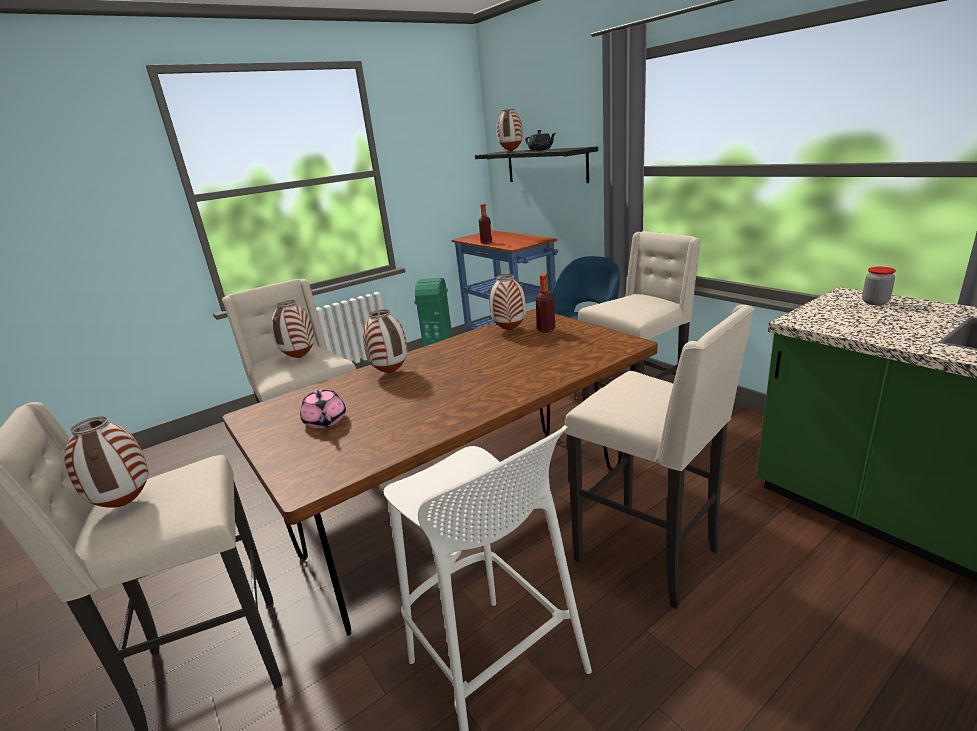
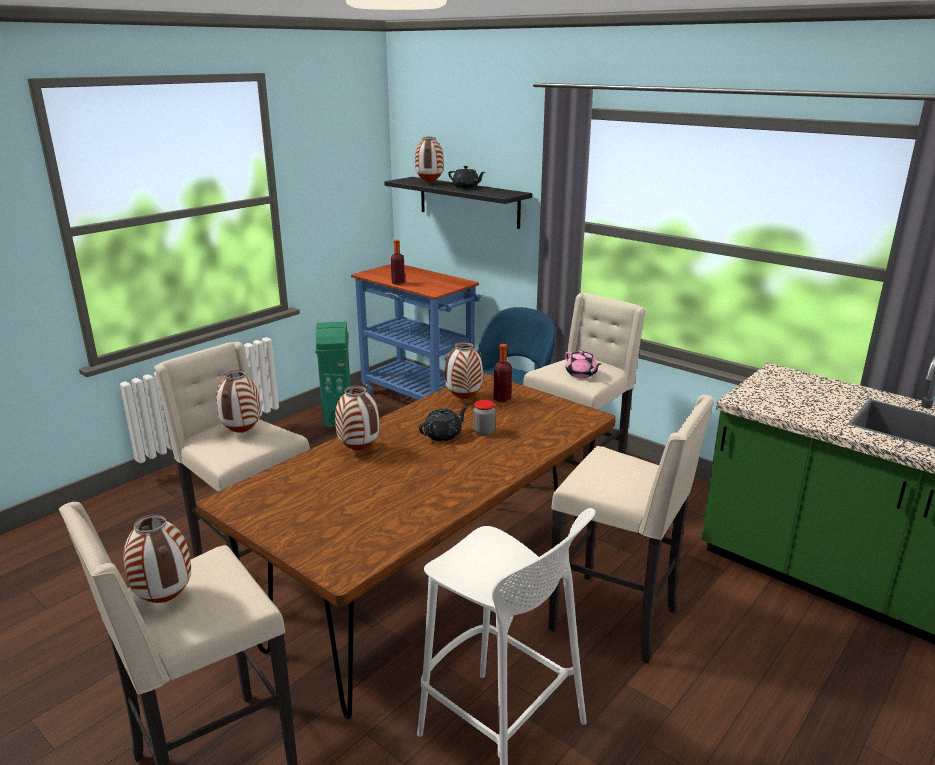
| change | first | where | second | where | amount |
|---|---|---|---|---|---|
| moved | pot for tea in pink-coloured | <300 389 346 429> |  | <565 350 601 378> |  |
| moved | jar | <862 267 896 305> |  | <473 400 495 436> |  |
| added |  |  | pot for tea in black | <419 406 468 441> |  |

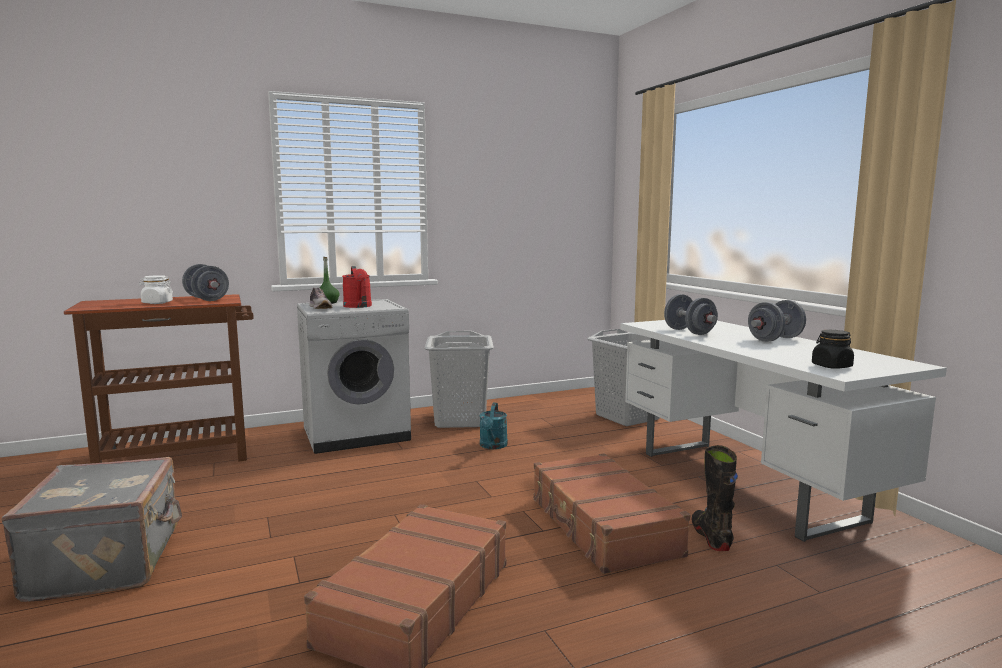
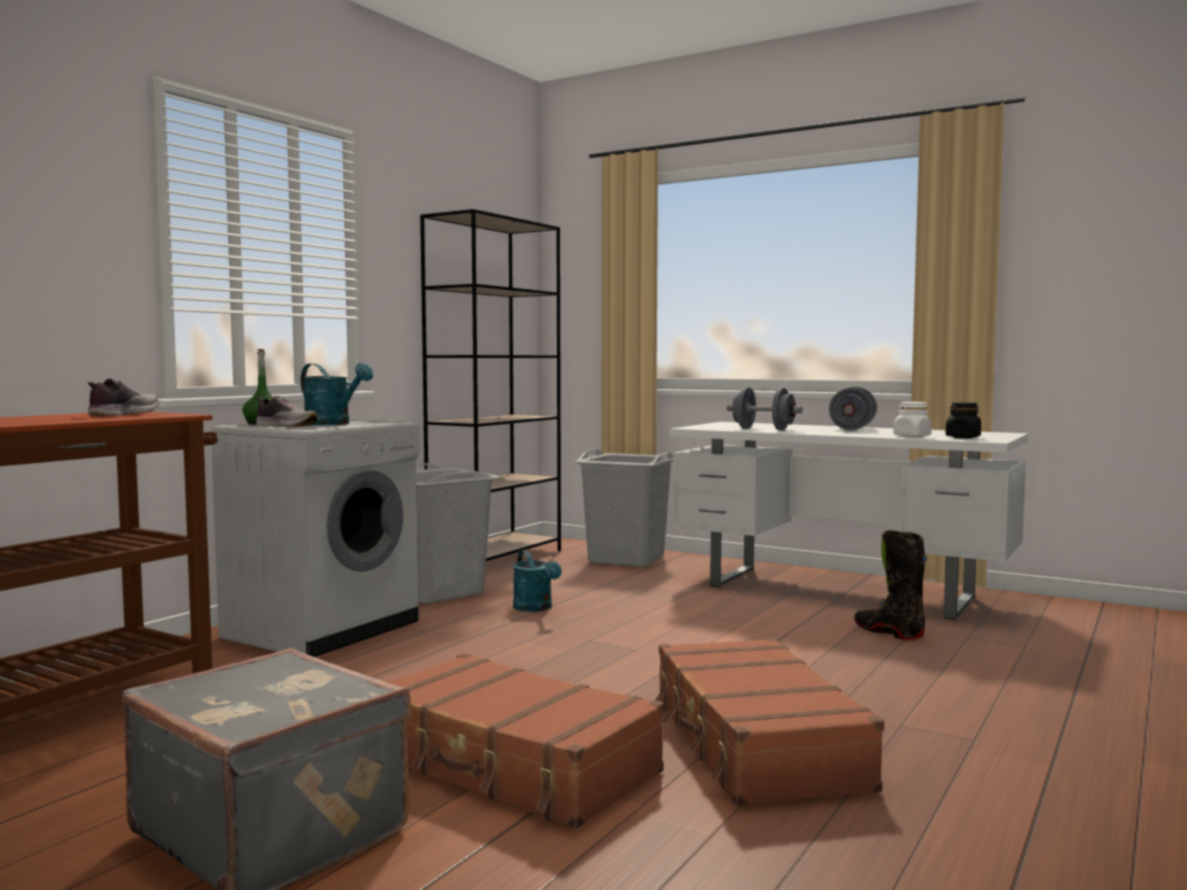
| change | first | where | second | where | amount |
|---|---|---|---|---|---|
| moved | jar in white | <139 275 173 304> |  | <893 402 932 438> |  |
| replaced | dumbbell in gray | <182 264 229 301> | low shoe | <88 379 159 416> |  |
| recoloured | sprinkling can in red-coloured | <342 266 372 308> | sprinkling can in turquoise | <301 363 373 426> |  |
| moved | piece of luggage in brown-coloured | <533 453 690 574> |  | <388 653 664 829> |  |
| added |  |  | bookshelf in beige-coloured | <420 209 561 561> |  |

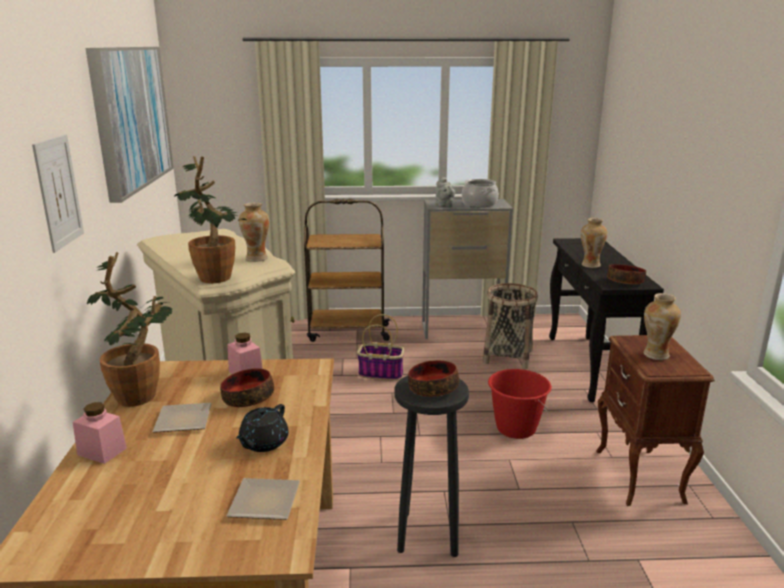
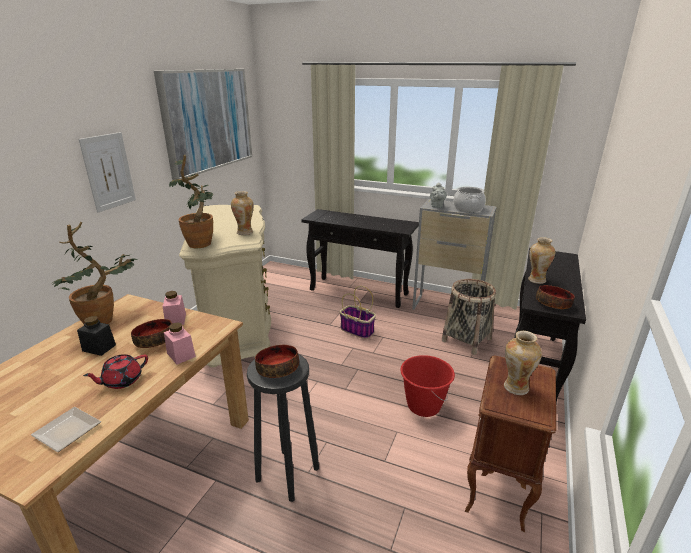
| change | first | where | second | where | amount |
|---|---|---|---|---|---|
| moved | jar in pink-coloured | <73 402 127 464> |  | <164 322 196 365> |  |
| replaced | flat dish | <153 403 211 433> | jar in black | <77 316 116 356> |  |
| recoloured | pot for tea in black | <236 404 289 452> | pot for tea in red-coloured | <83 354 148 389> |  |
| replaced | cart in brown-coloured | <304 199 391 342> | narrow table in black | <301 209 419 308> |  |

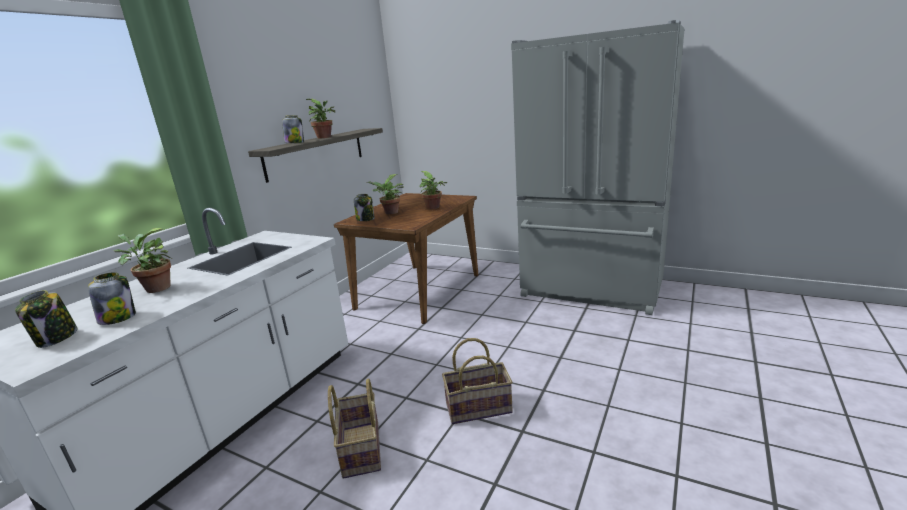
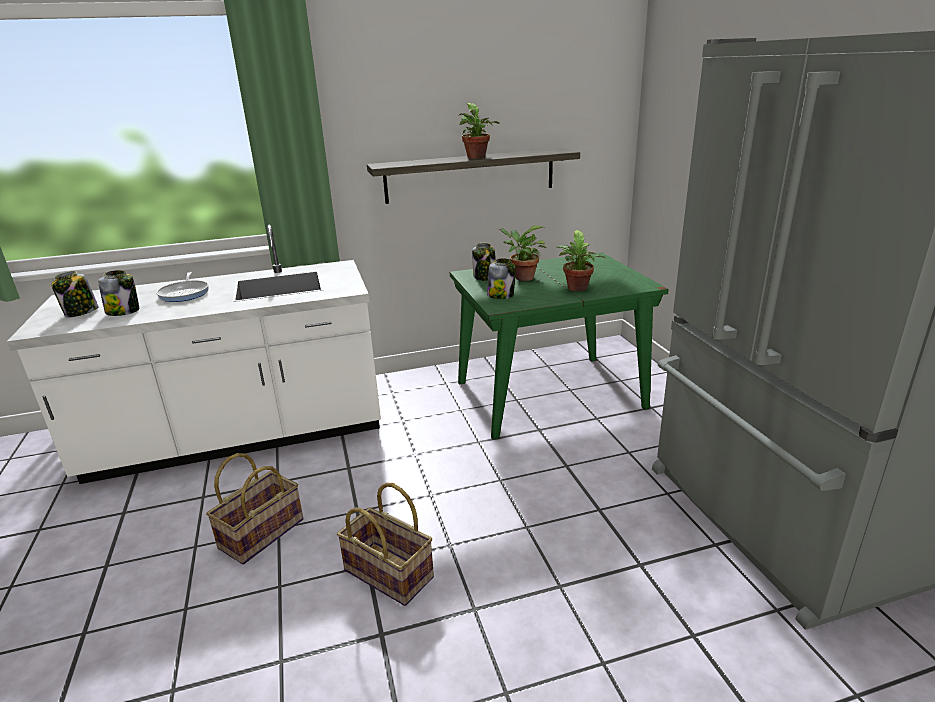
| change | first | where | second | where | amount |
|---|---|---|---|---|---|
| replaced | houseplant | <113 228 172 293> | pan | <156 272 209 302> |  |
| moved | jar | <282 115 304 143> |  | <487 258 516 299> |  |
| recoloured | kitchen table in brown-coloured | <334 193 478 324> | kitchen table in green | <450 252 669 439> |  |

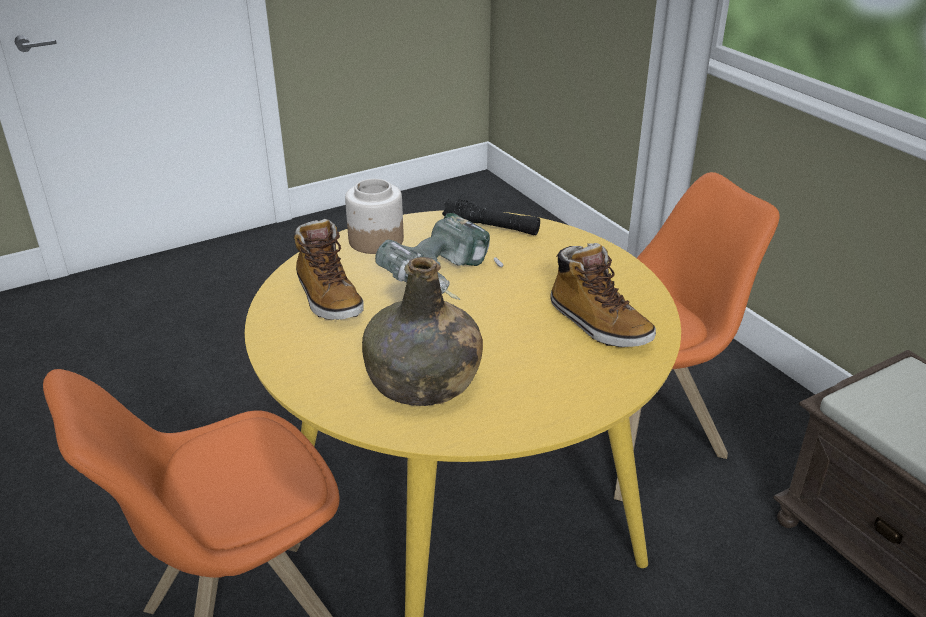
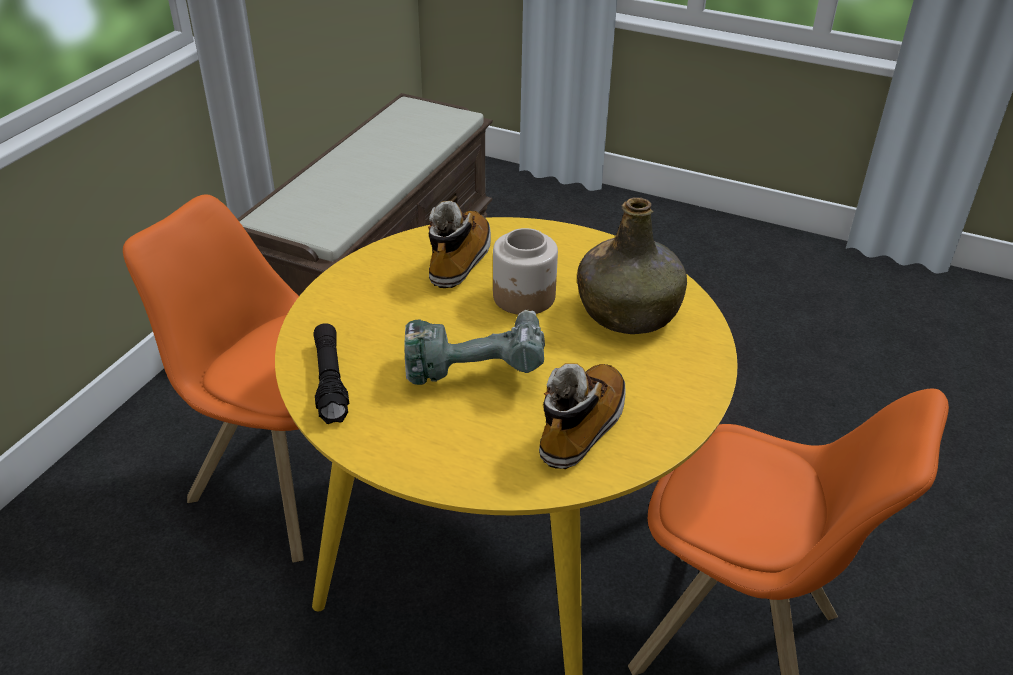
| change | first | where | second | where | amount |
|---|---|---|---|---|---|
| moved | jar | <345 179 404 254> |  | <493 228 558 315> |  |

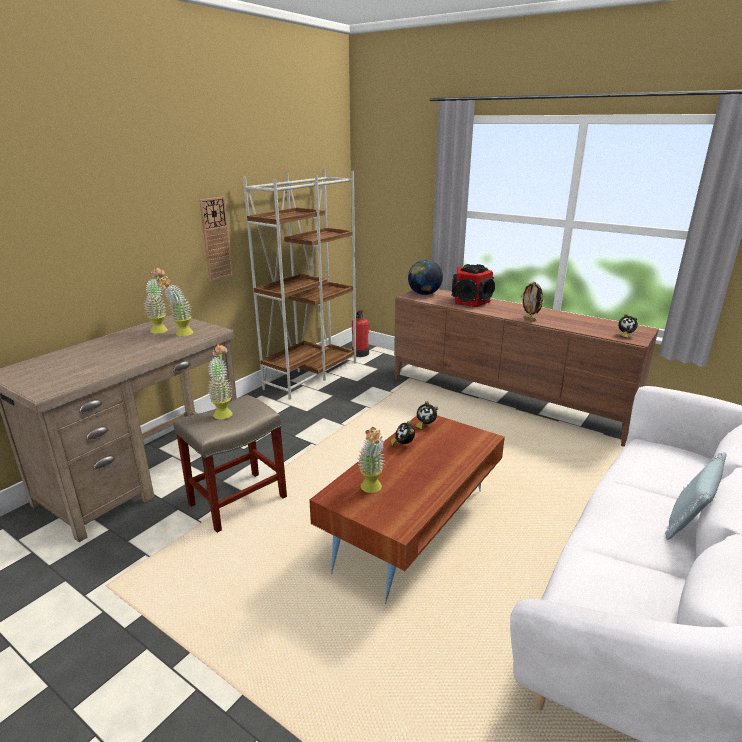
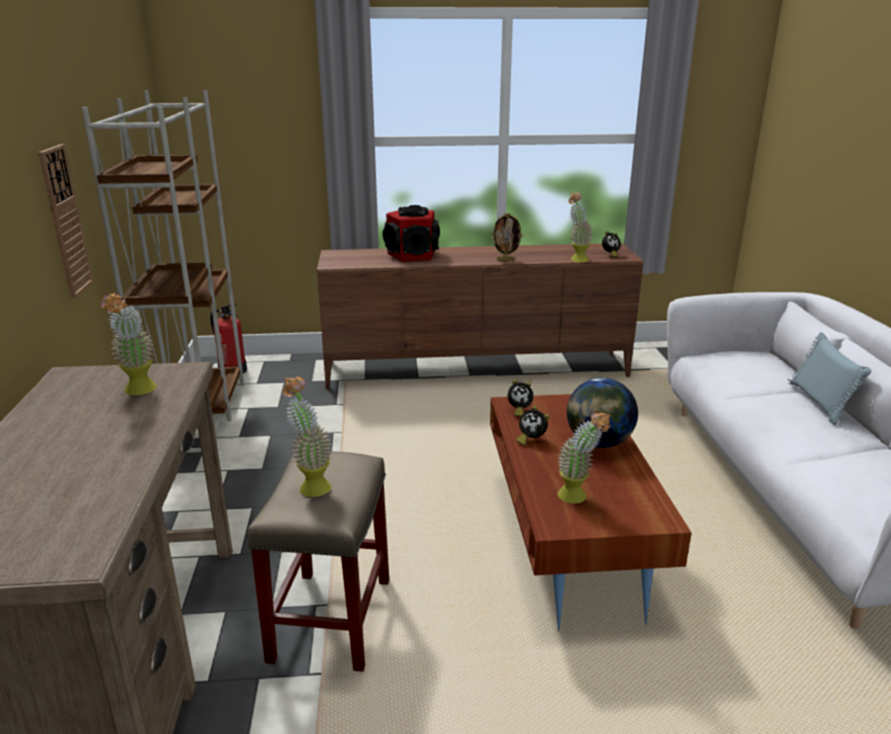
| change | first | where | second | where | amount |
|---|---|---|---|---|---|
| moved | houseplant | <144 268 168 333> |  | <569 193 593 262> |  |
| moved | world globe | <408 260 443 295> |  | <567 378 638 448> |  |

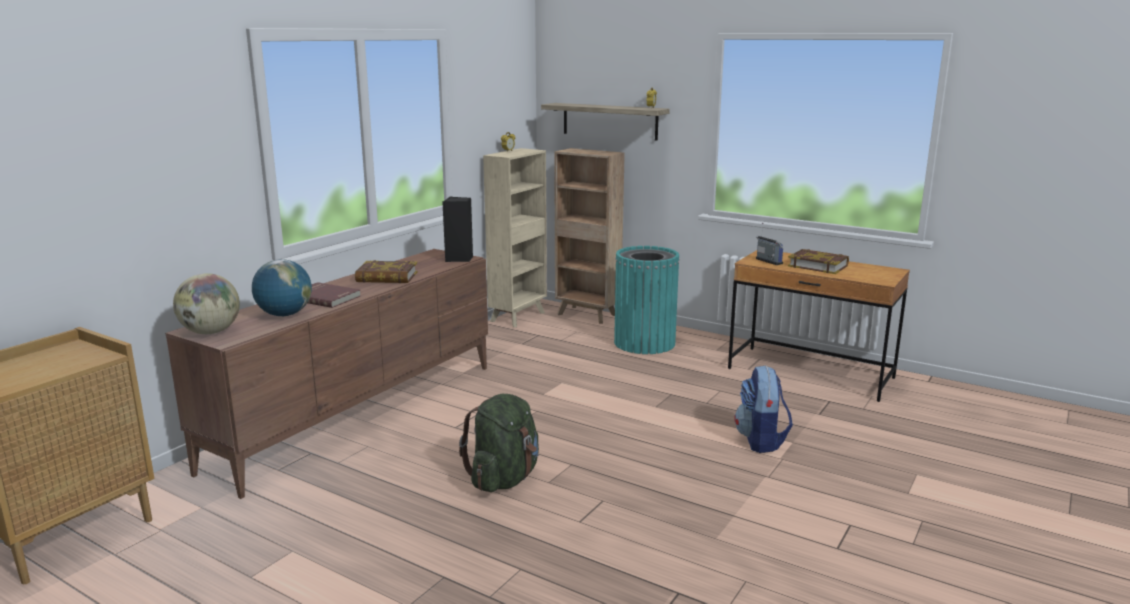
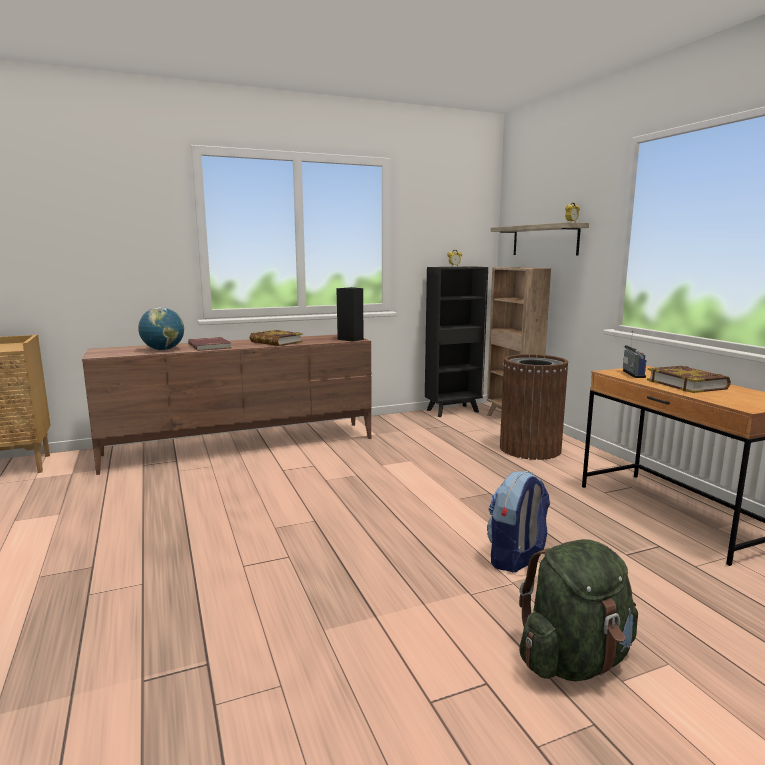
| change | first | where | second | where | amount |
|---|---|---|---|---|---|
| removed | world globe | <173 273 240 334> |  |  |  |
| moved | rucksack in green | <459 394 539 492> |  | <519 539 638 681> |  |
| recoloured | bookshelf in beige-coloured | <483 148 547 327> | bookshelf in black | <425 266 488 417> |  |
| recoloured | rubbish bin in turquoise | <614 246 680 354> | rubbish bin in brown-coloured | <500 354 568 460> |  |

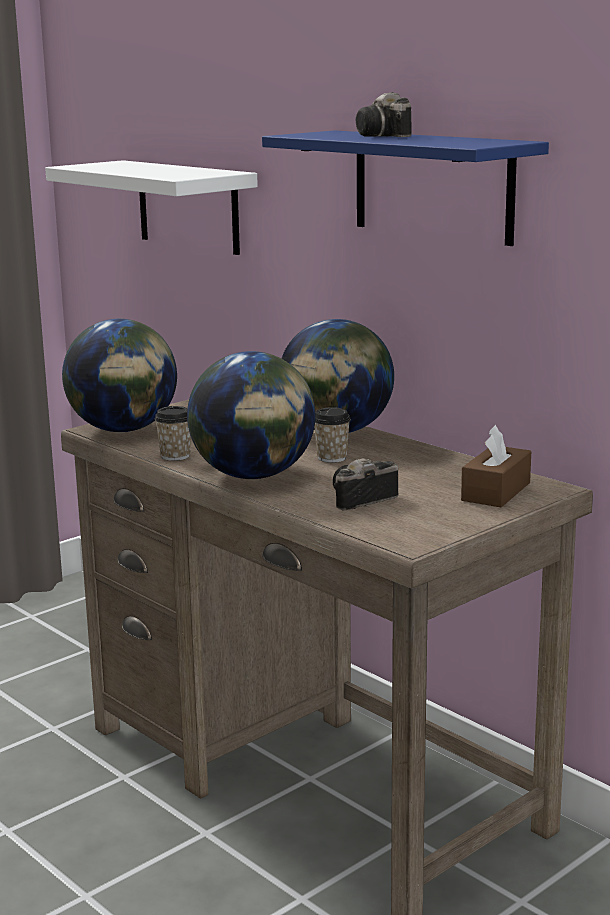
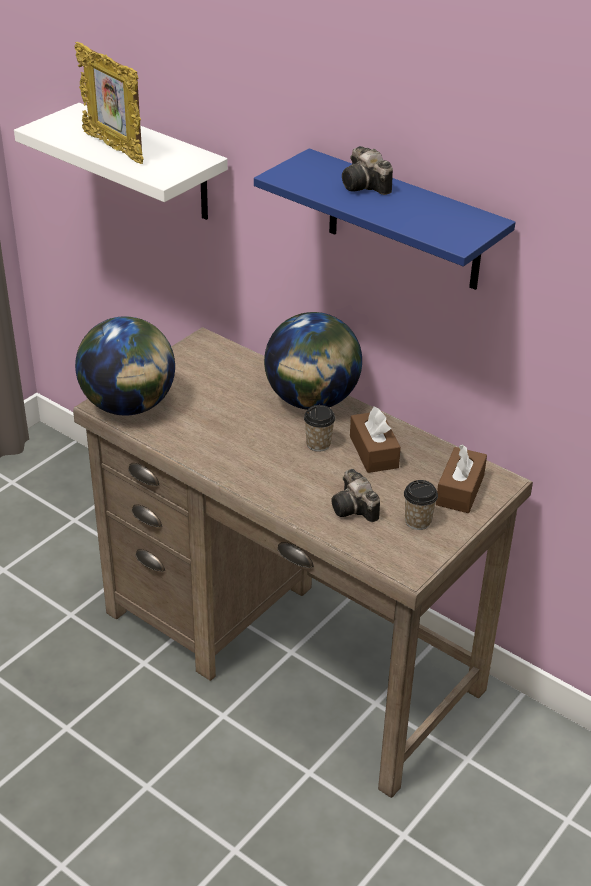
| change | first | where | second | where | amount |
|---|---|---|---|---|---|
| moved | small cup | <155 406 191 461> |  | <404 480 438 530> |  |
| removed | world globe | <187 351 316 479> |  |  |  |
| turned | still camera | <333 459 398 510> |  | <331 469 380 522> | 75 degrees counterclockwise |
| added |  |  | photo frame | <75 42 143 164> |  |
| added |  |  | tissue holder in brown-coloured | <350 407 401 473> |  |

